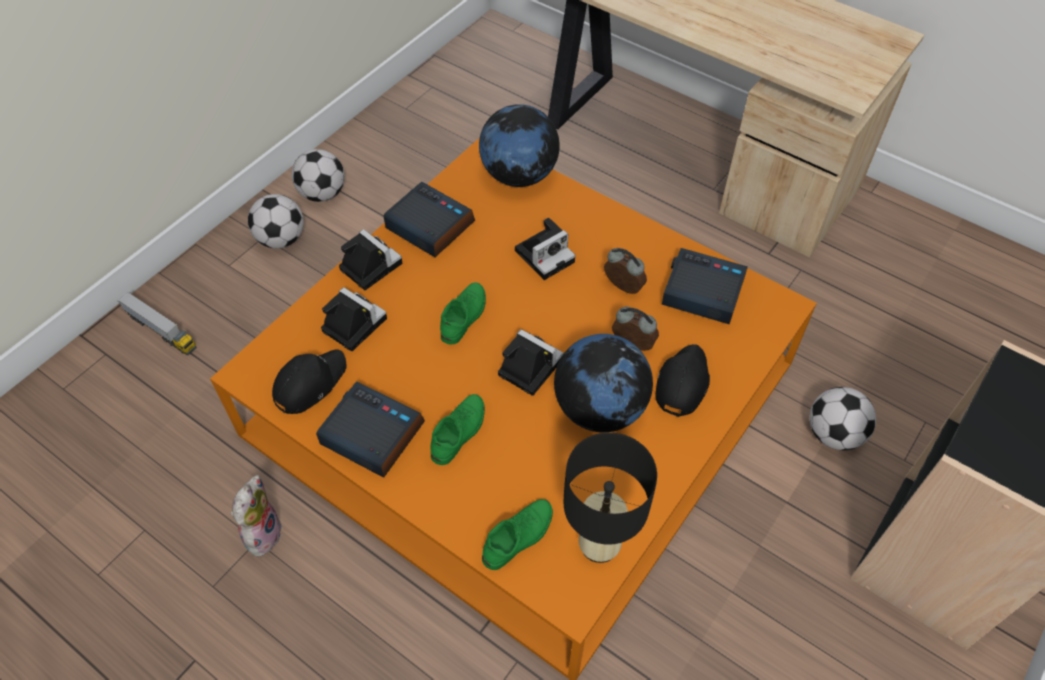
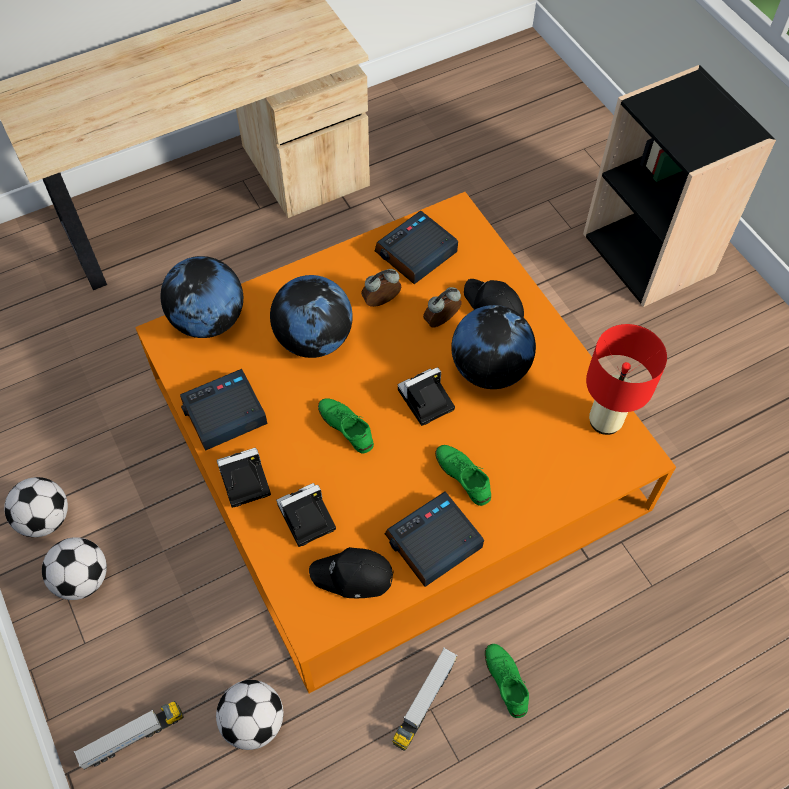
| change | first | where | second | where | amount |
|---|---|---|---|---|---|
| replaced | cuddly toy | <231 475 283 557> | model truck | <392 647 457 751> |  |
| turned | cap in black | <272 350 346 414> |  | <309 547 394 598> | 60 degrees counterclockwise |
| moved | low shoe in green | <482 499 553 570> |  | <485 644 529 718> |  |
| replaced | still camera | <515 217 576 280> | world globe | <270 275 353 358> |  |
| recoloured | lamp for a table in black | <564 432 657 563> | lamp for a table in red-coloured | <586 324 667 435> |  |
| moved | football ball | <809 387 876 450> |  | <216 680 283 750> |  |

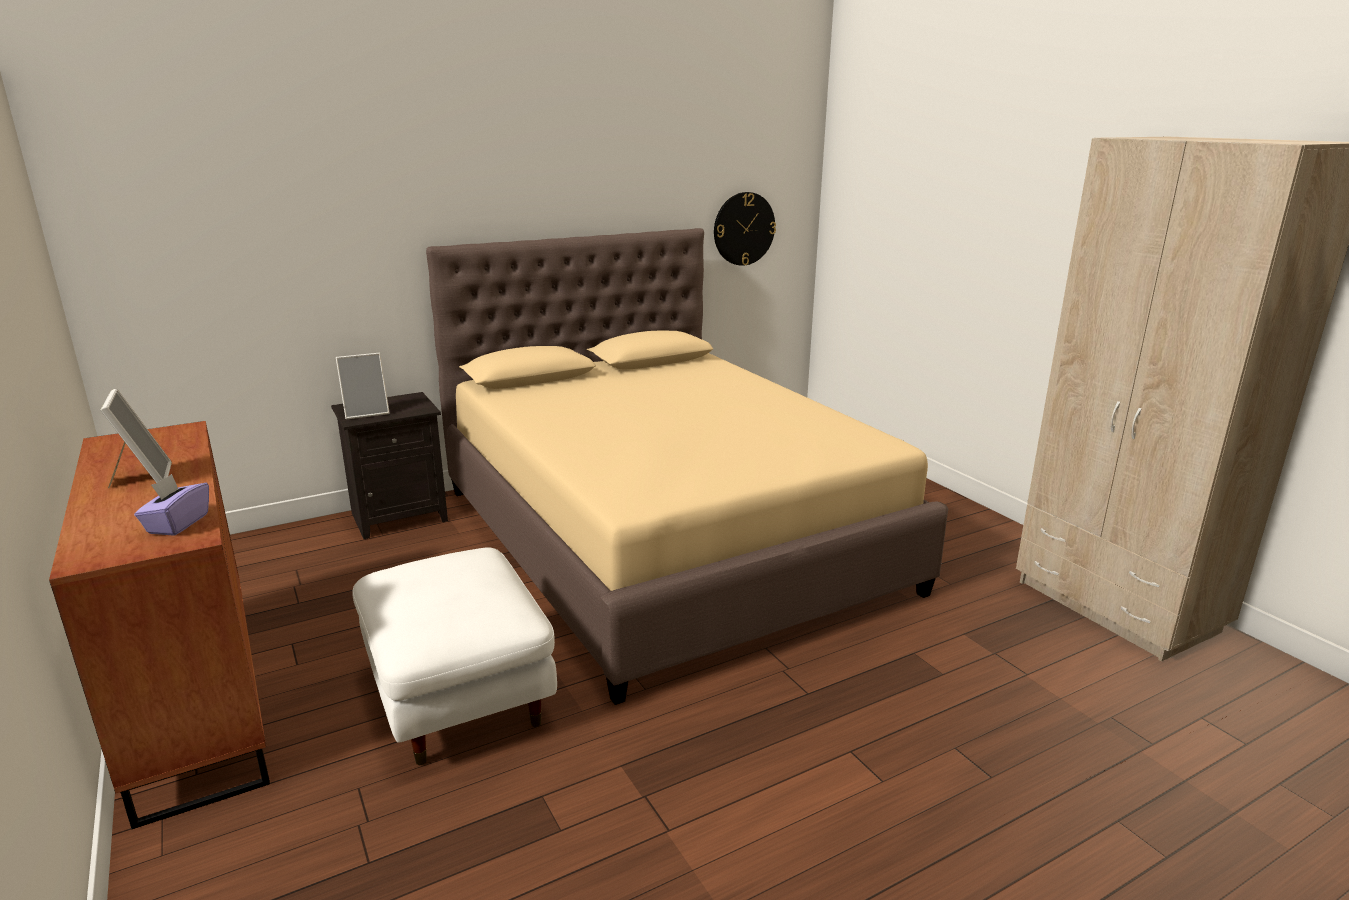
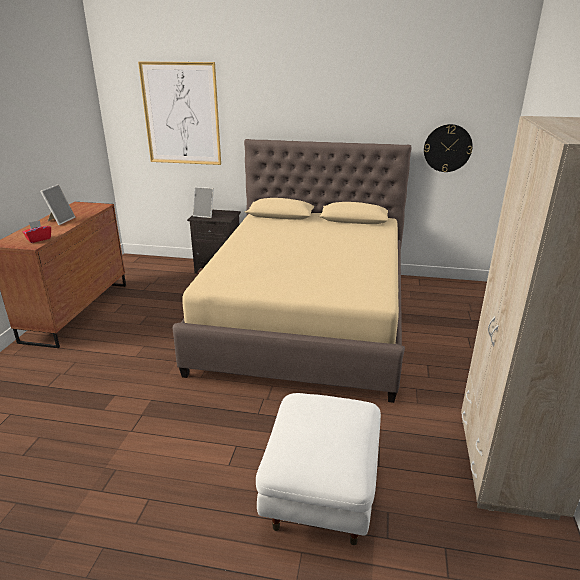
| change | first | where | second | where | amount |
|---|---|---|---|---|---|
| recoloured | tissue holder in purple | <134 474 209 536> | tissue holder in red-coloured | <22 220 51 243> |  |
| moved | footrest in white | <352 548 557 765> |  | <256 393 381 545> |  |
| added |  |  | wall art | <138 61 221 165> |  |

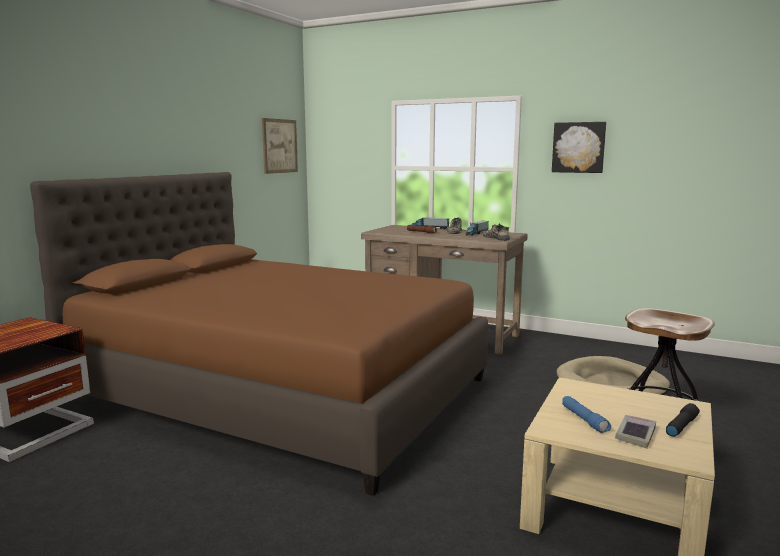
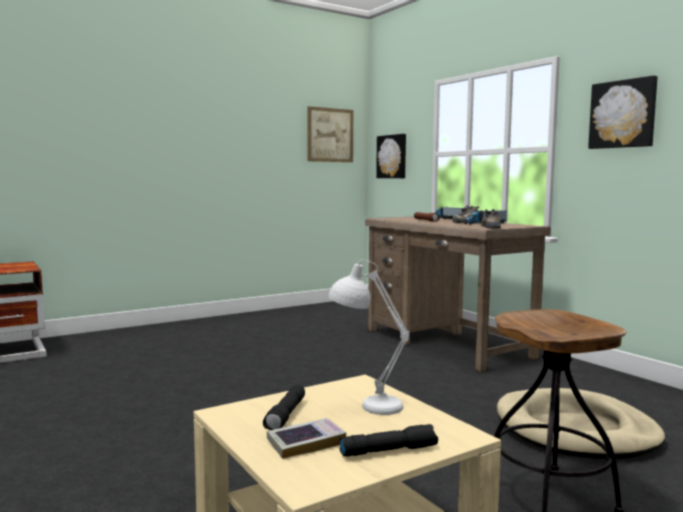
| change | first | where | second | where | amount |
|---|---|---|---|---|---|
| removed | sleeping bed in brown-coloured | <30 172 488 496> |  |  |  |
| recoloured | hand torch in bluish | <562 396 611 433> | hand torch in black | <263 385 305 430> |  |
| added |  |  | lamp for a table in white | <328 260 409 415> |  |
| added |  |  | wall art | <376 134 406 178> |  |

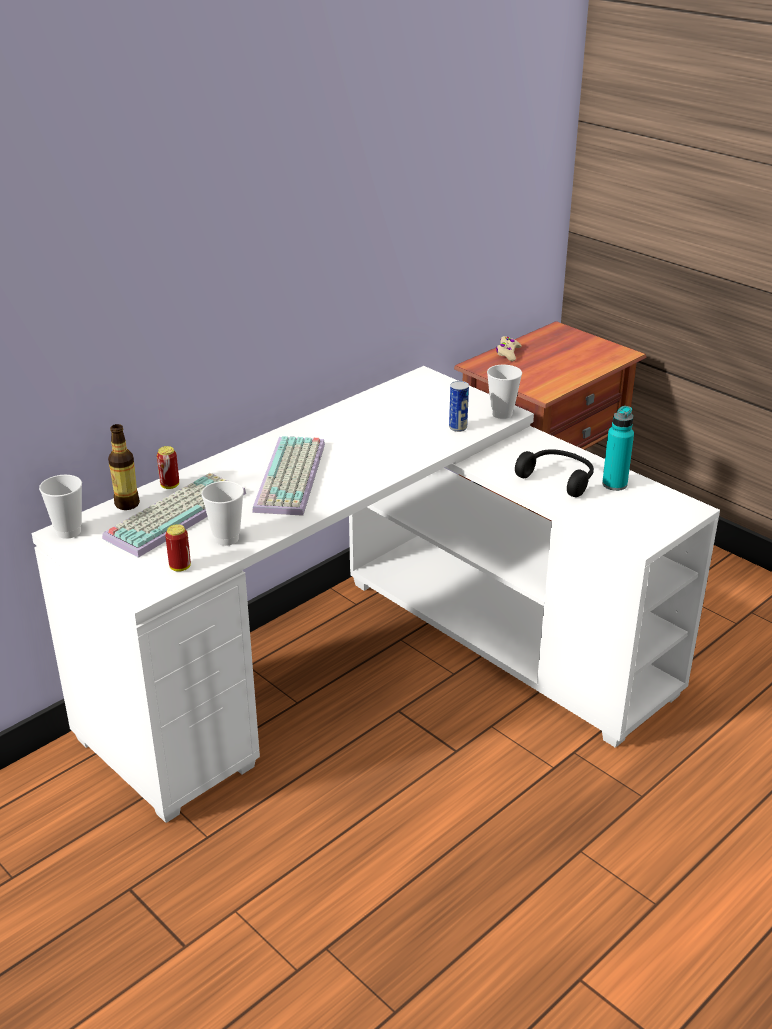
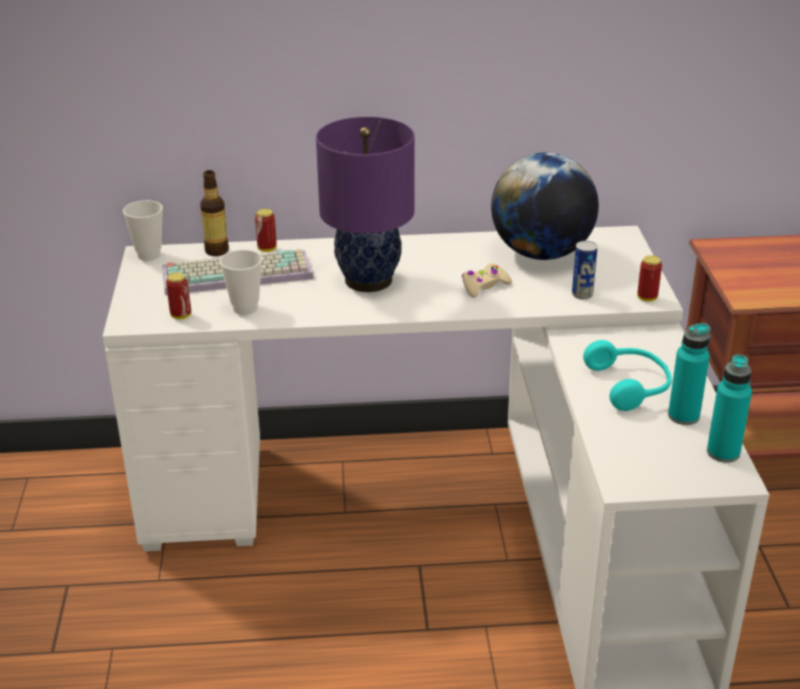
| change | first | where | second | where | amount |
|---|---|---|---|---|---|
| replaced | keyboard | <252 436 325 516> | lamp for a table in purple | <316 117 414 292> |  |
| replaced | small cup | <487 365 522 419> | metal can | <637 255 662 302> |  |
| moved | joypad in beige-coloured | <496 336 522 361> |  | <462 263 512 298> |  |
| recoloured | pair of headphones in black | <515 449 594 497> | pair of headphones in turquoise | <583 340 671 411> |  |
| added |  |  | world globe | <491 153 599 260> |  |
| added |  |  | bottle in turquoise | <707 354 752 463> |  |

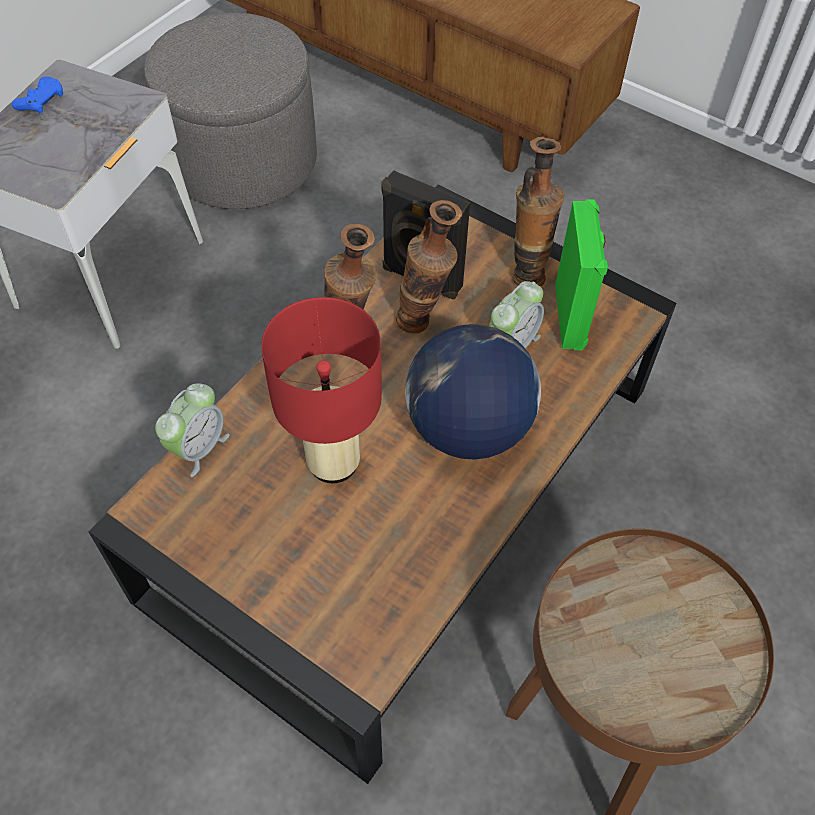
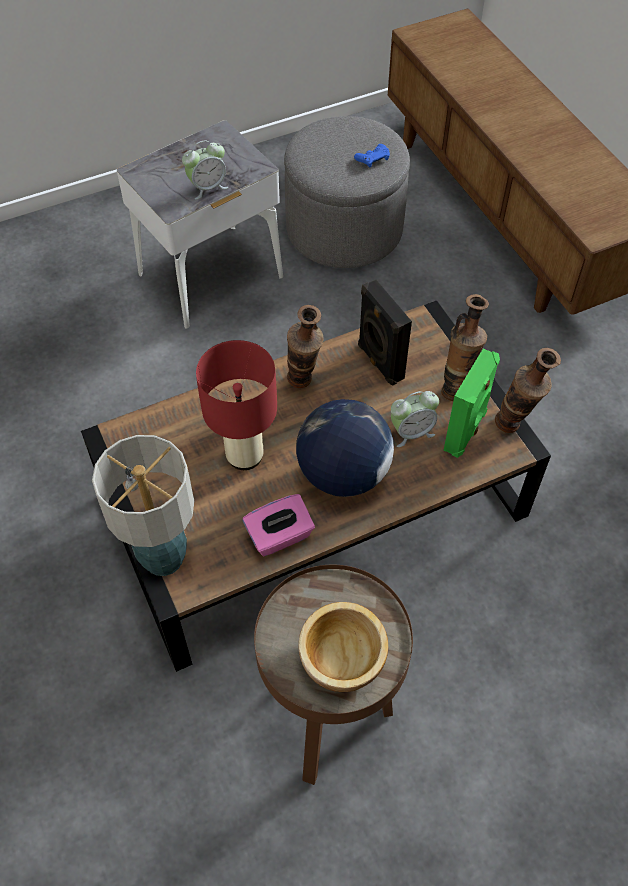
| change | first | where | second | where | amount |
|---|---|---|---|---|---|
| moved | joypad in bluish | <12 76 63 114> |  | <354 144 390 168> |  |
| moved | alarm clock | <155 383 230 477> |  | <182 140 228 200> |  |
| moved | decorative vase | <396 200 462 333> |  | <495 348 561 433> |  |
| added |  |  | lamp for a table | <92 435 194 576> |  |
| added |  |  | tissue holder in pink-coloured | <243 494 315 556> |  |
| added |  |  | bowl | <298 602 388 692> |  |

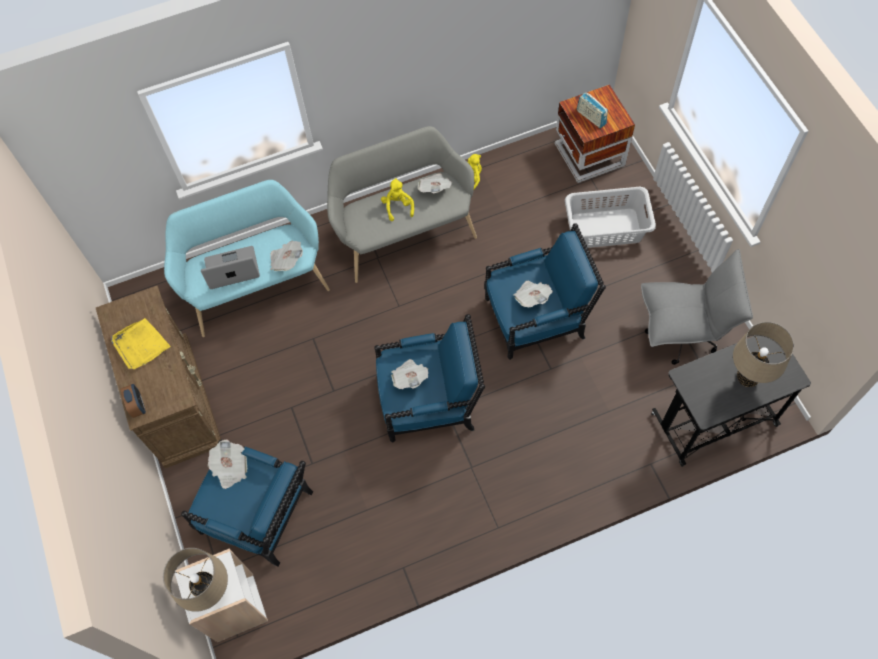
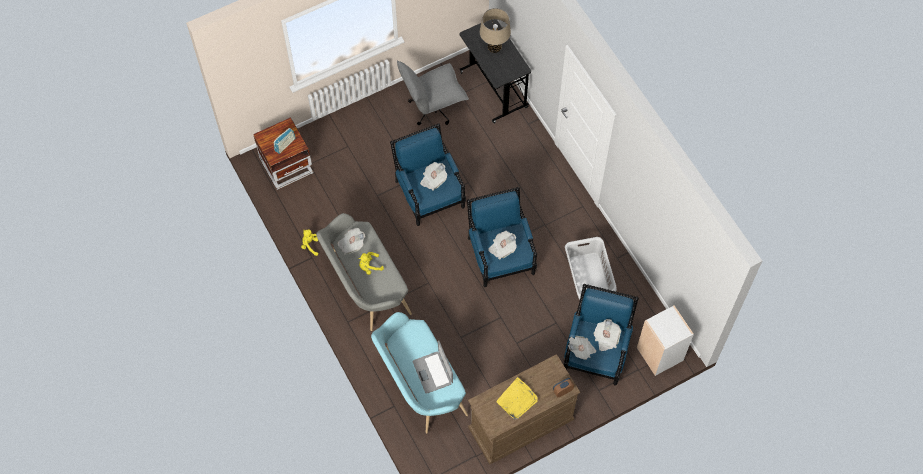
| change | first | where | second | where | amount |
|---|---|---|---|---|---|
| removed | lamp for a table in beige-coloured | <163 548 228 612> |  |  |  |
| moved | daily paper | <270 241 303 271> |  | <594 319 621 351> |  |
| moved | laundry basket in gray | <565 187 656 248> |  | <565 237 617 300> |  |
| turned | computer chair in gray | <641 249 753 365> |  | <397 61 469 125> | 105 degrees counterclockwise |

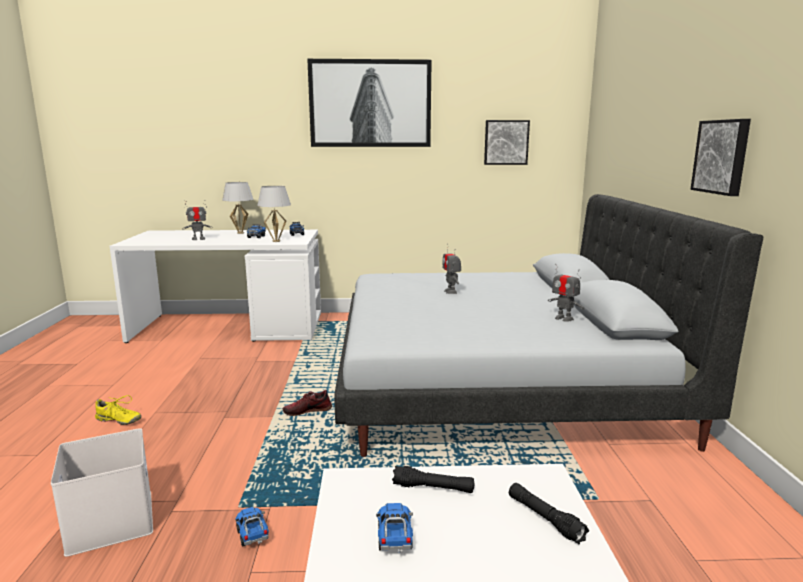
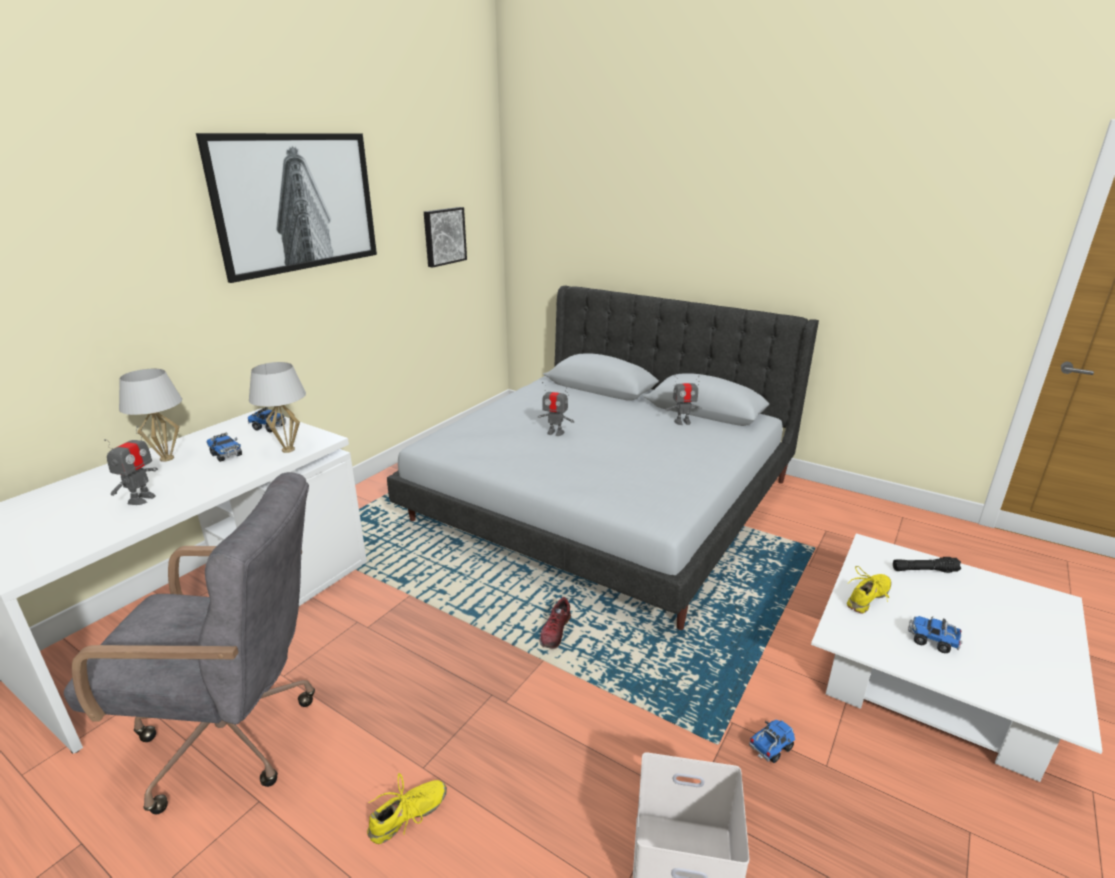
| change | first | where | second | where | amount |
|---|---|---|---|---|---|
| turned | model truck | <235 507 269 546> |  | <749 720 795 763> | 135 degrees clockwise |
| replaced | hand torch in black | <392 466 474 493> | low shoe in yellow | <847 566 892 614> |  |
| removed | wall art | <690 119 751 196> |  |  |  |
| added |  |  | computer chair in gray | <64 472 315 814> |  |

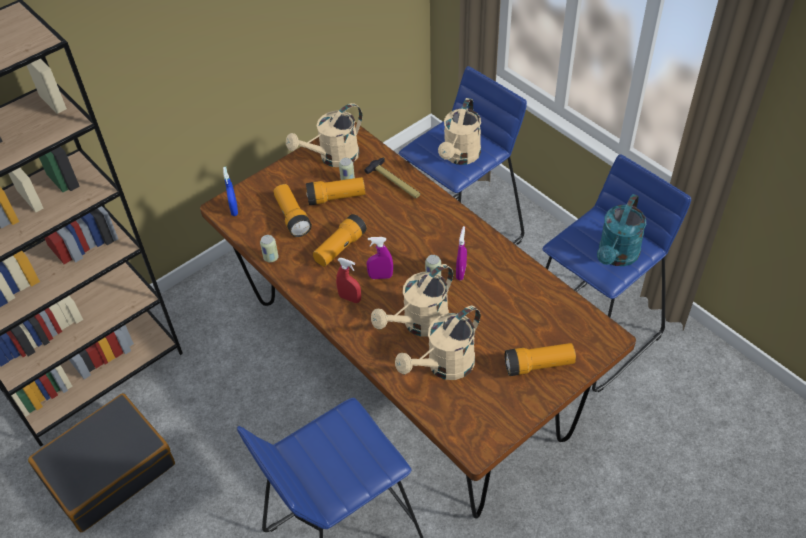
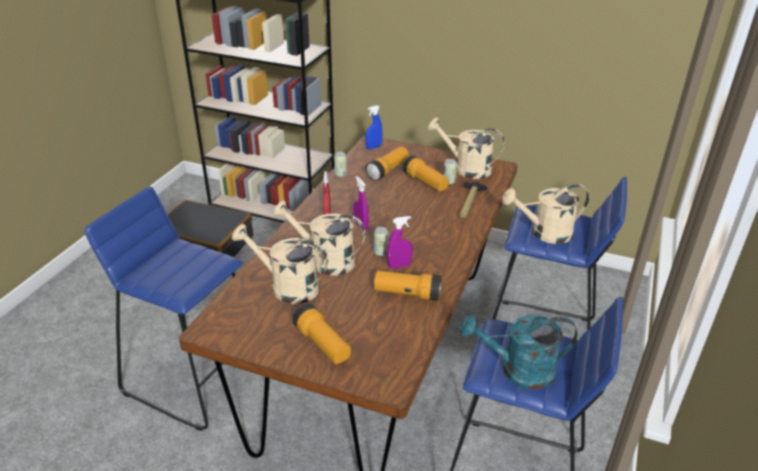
| change | first | where | second | where | amount |
|---|---|---|---|---|---|
| moved | hand torch | <313 214 367 267> |  | <374 270 442 301> |  |

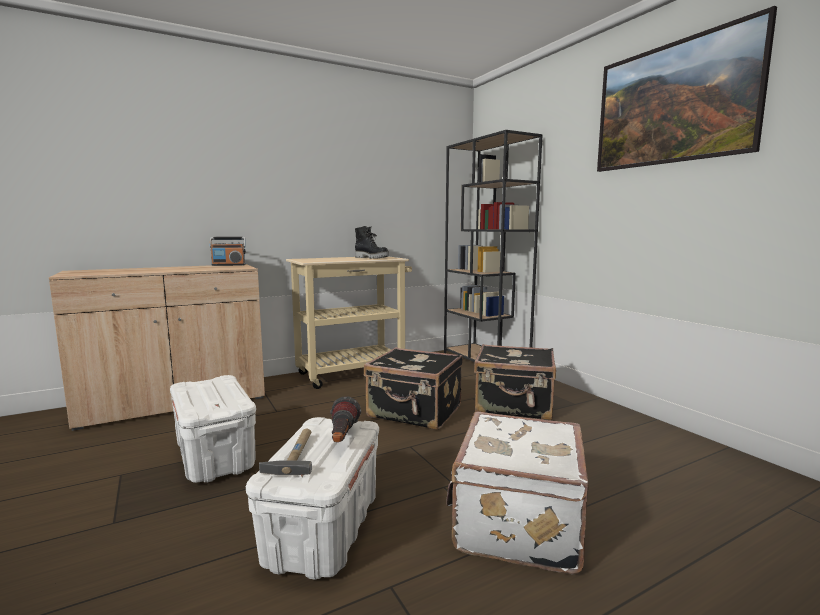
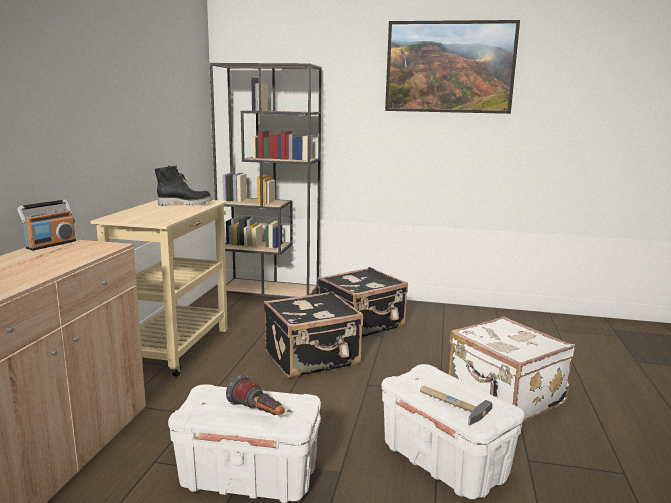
| change | first | where | second | where | amount |
|---|---|---|---|---|---|
| moved | hand torch | <330 396 361 442> |  | <226 375 284 415> |  |

